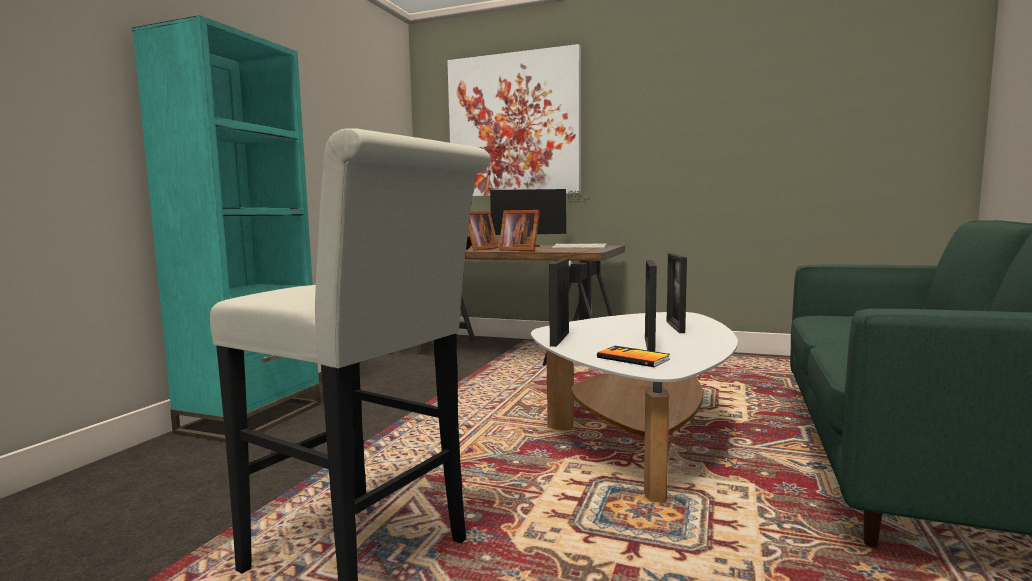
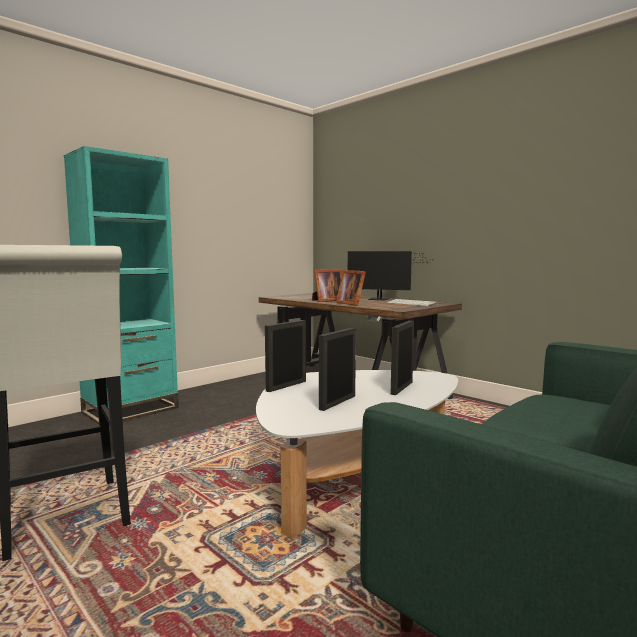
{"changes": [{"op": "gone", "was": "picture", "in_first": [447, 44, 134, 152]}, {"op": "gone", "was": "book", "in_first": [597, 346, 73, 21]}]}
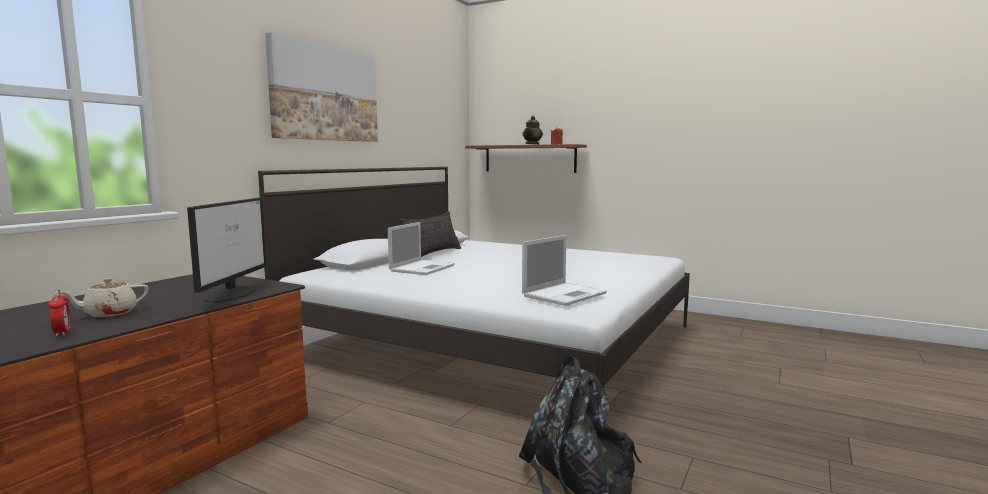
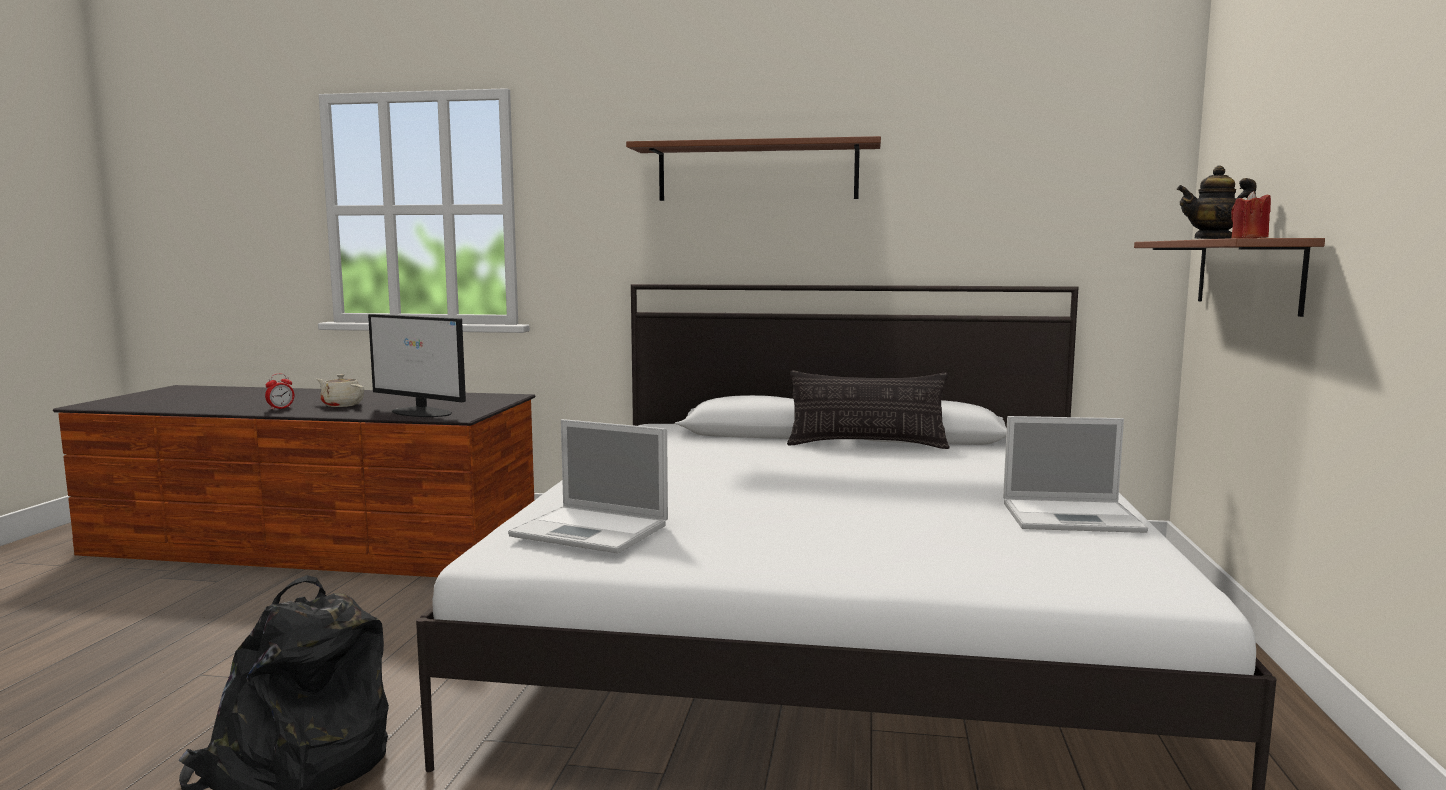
{"changes": [{"op": "rotated", "was": "monitor", "in_first": [187, 198, 79, 104], "in_second": [368, 314, 98, 103], "clockwise": 45}, {"op": "swapped", "was": "picture", "now": "shelf/brown", "in_first": [265, 32, 113, 110], "in_second": [626, 136, 255, 65]}, {"op": "shifted", "was": "laptop", "in_first": [388, 222, 66, 53], "in_second": [1003, 416, 145, 117]}]}
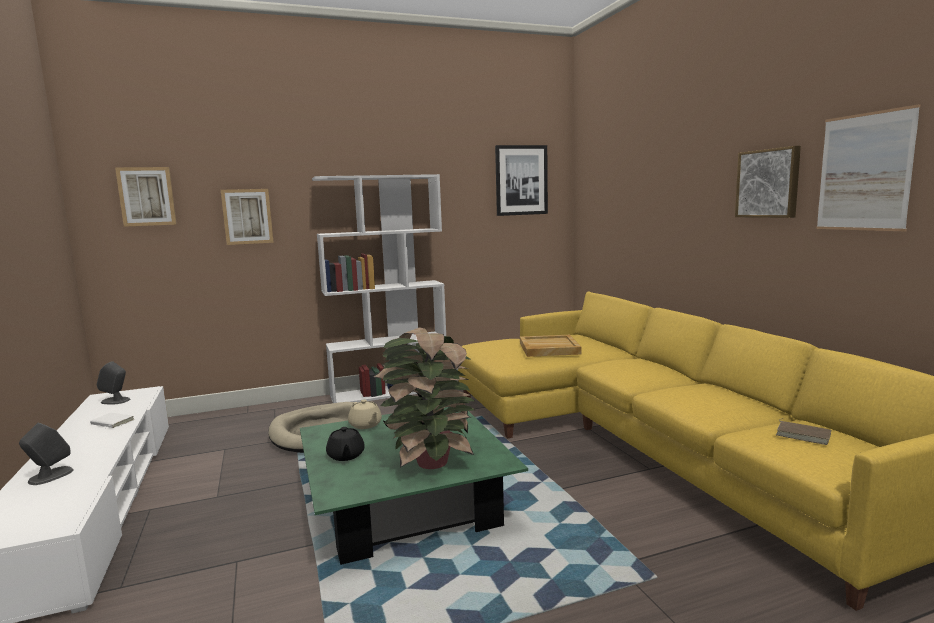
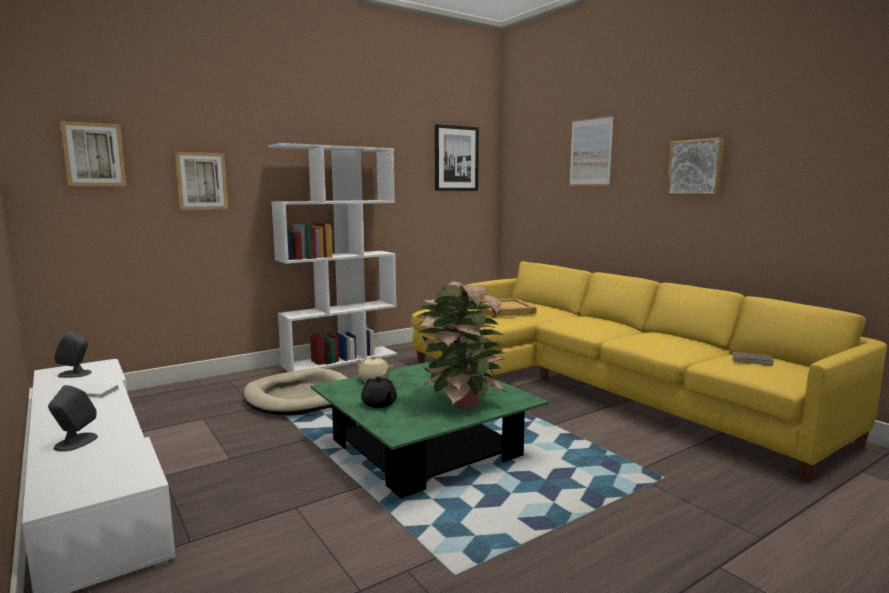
{"changes": [{"op": "shifted", "was": "picture", "in_first": [816, 104, 105, 127], "in_second": [569, 115, 45, 71]}]}
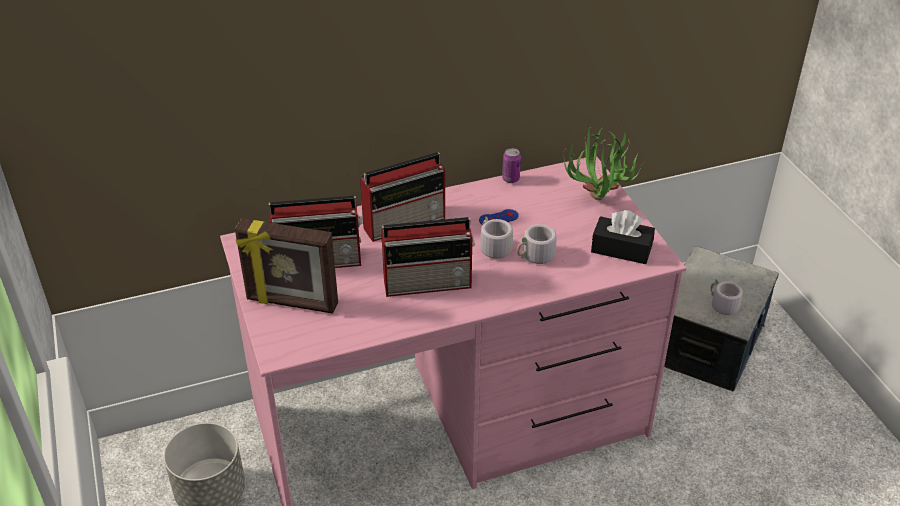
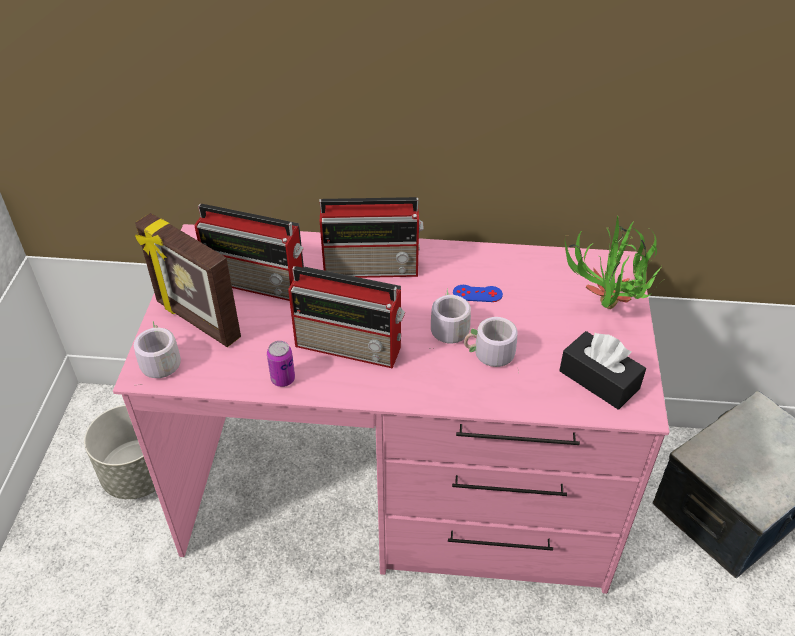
{"changes": [{"op": "shifted", "was": "mug/grey", "in_first": [710, 279, 33, 43], "in_second": [134, 321, 47, 64]}, {"op": "shifted", "was": "can", "in_first": [502, 148, 19, 35], "in_second": [267, 341, 28, 46]}]}
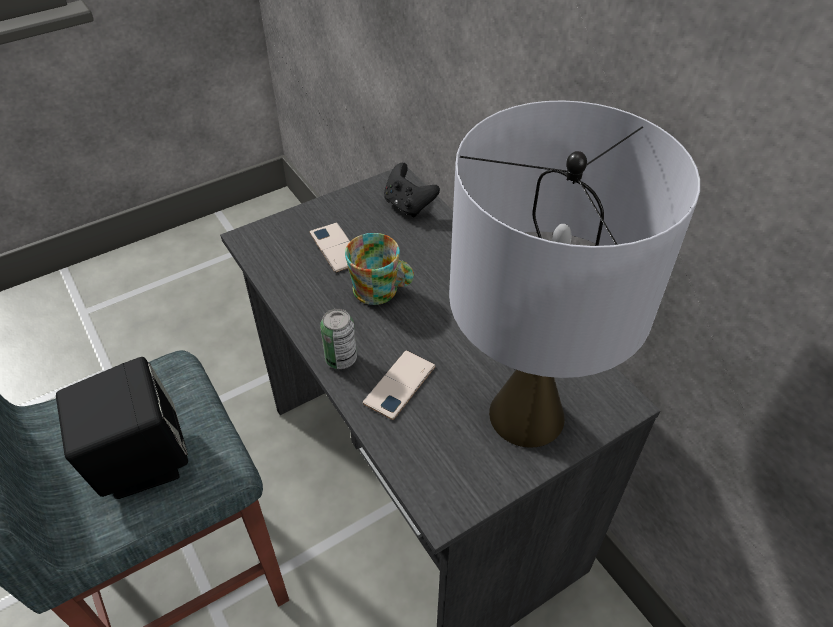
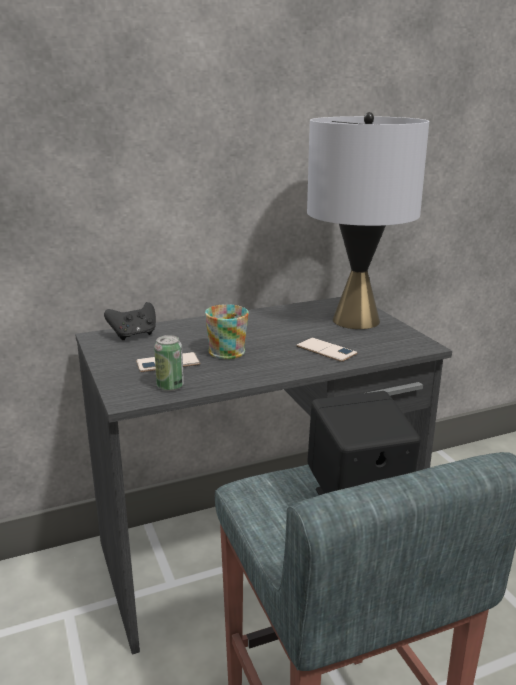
{"changes": [{"op": "shifted", "was": "can", "in_first": [320, 309, 37, 60], "in_second": [154, 335, 30, 56]}]}
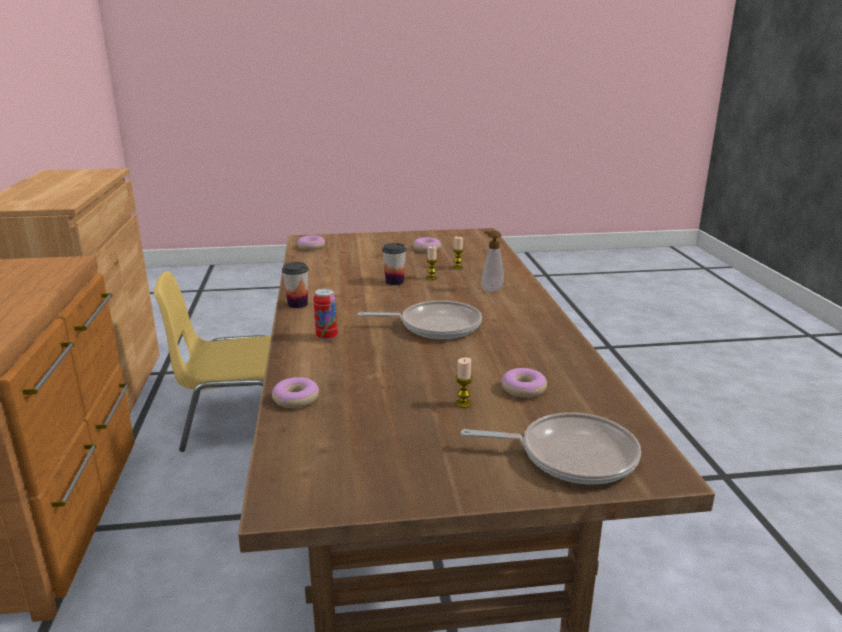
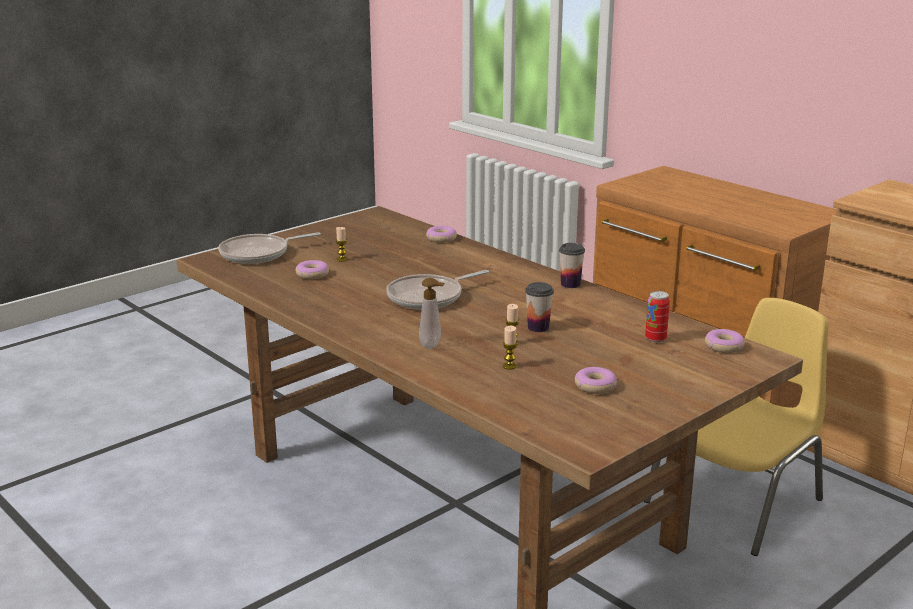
{"changes": [{"op": "shifted", "was": "can", "in_first": [314, 288, 24, 53], "in_second": [645, 291, 25, 52]}]}
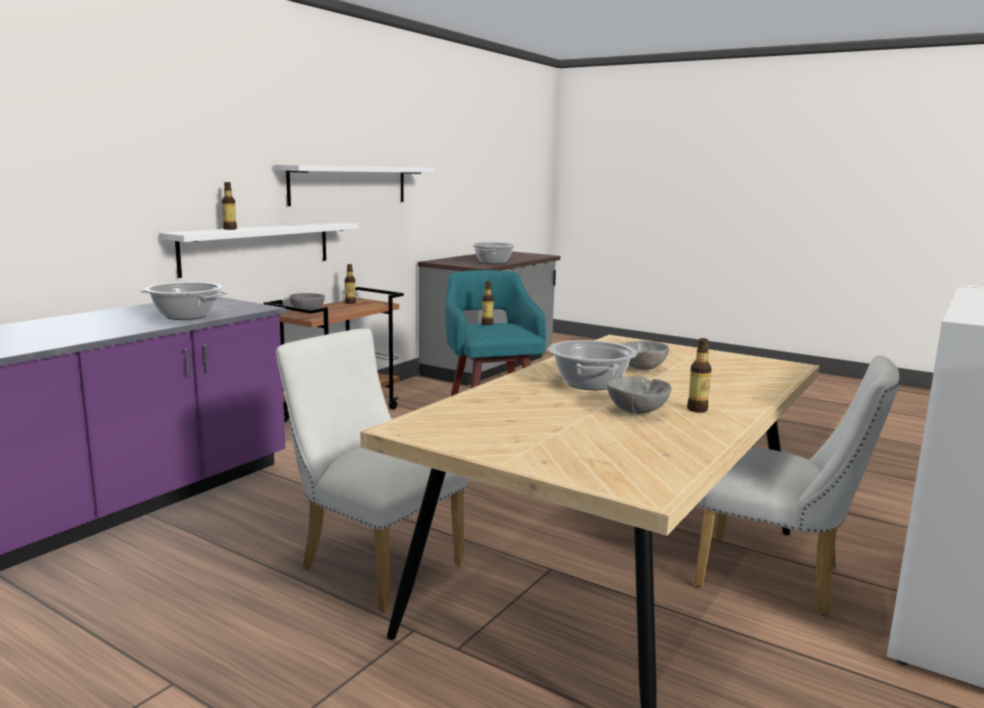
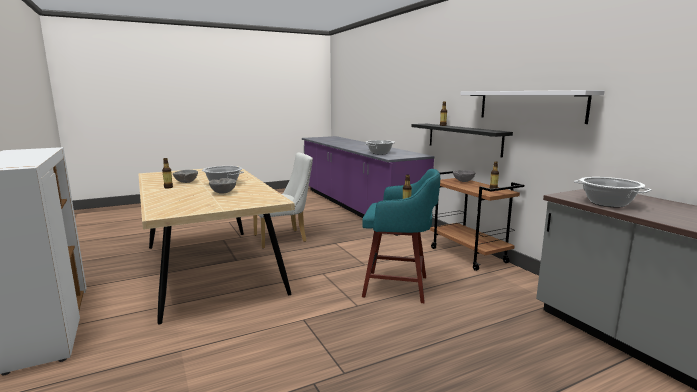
{"changes": [{"op": "repainted", "was": "shelf/white", "now": "shelf/black", "in_first": [159, 222, 200, 56], "in_second": [411, 124, 102, 34]}, {"op": "gone", "was": "chair/white", "in_first": [694, 355, 206, 261]}]}
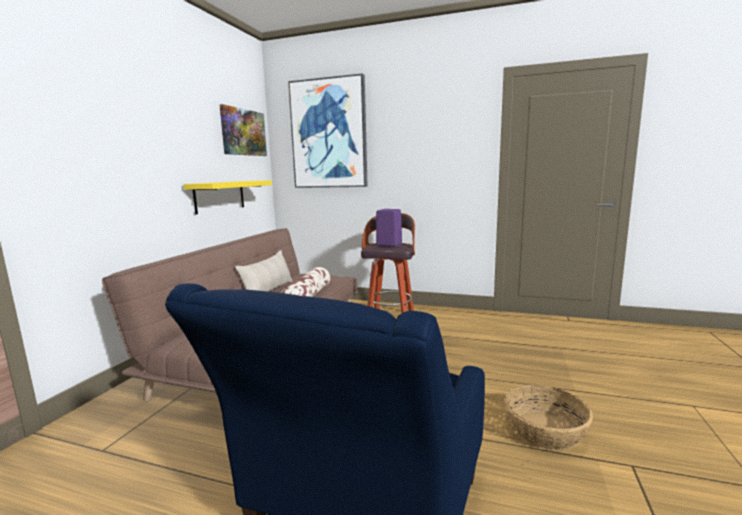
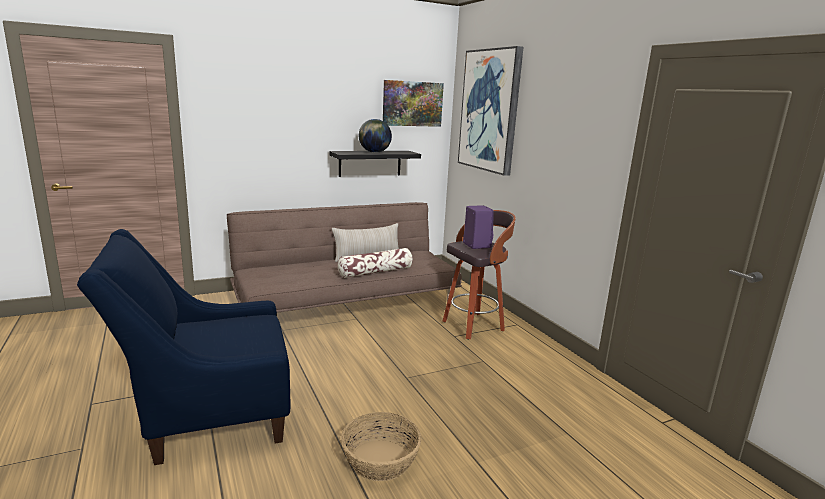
{"changes": [{"op": "repainted", "was": "shelf/yellow", "now": "shelf/black", "in_first": [183, 181, 89, 33], "in_second": [329, 151, 92, 26]}, {"op": "new", "now": "globe", "in_second": [359, 119, 33, 34]}]}
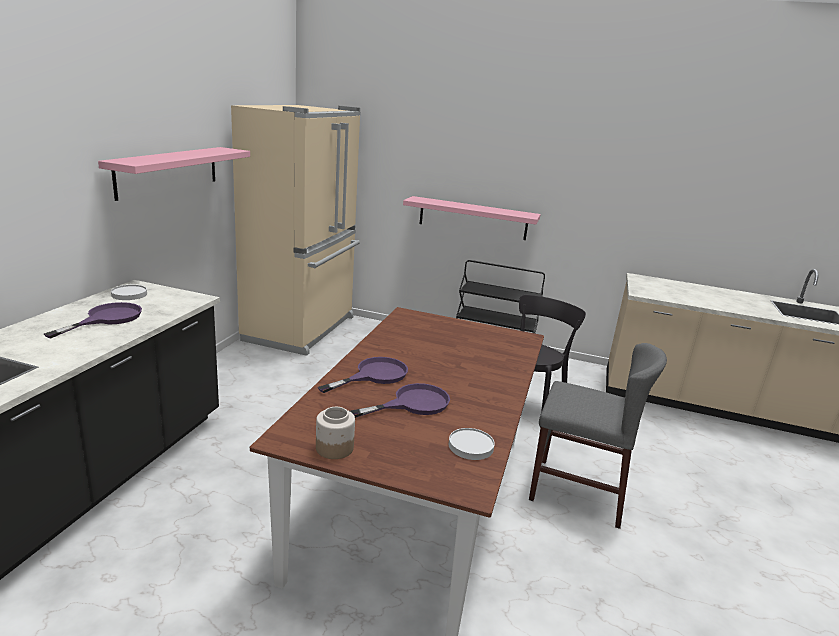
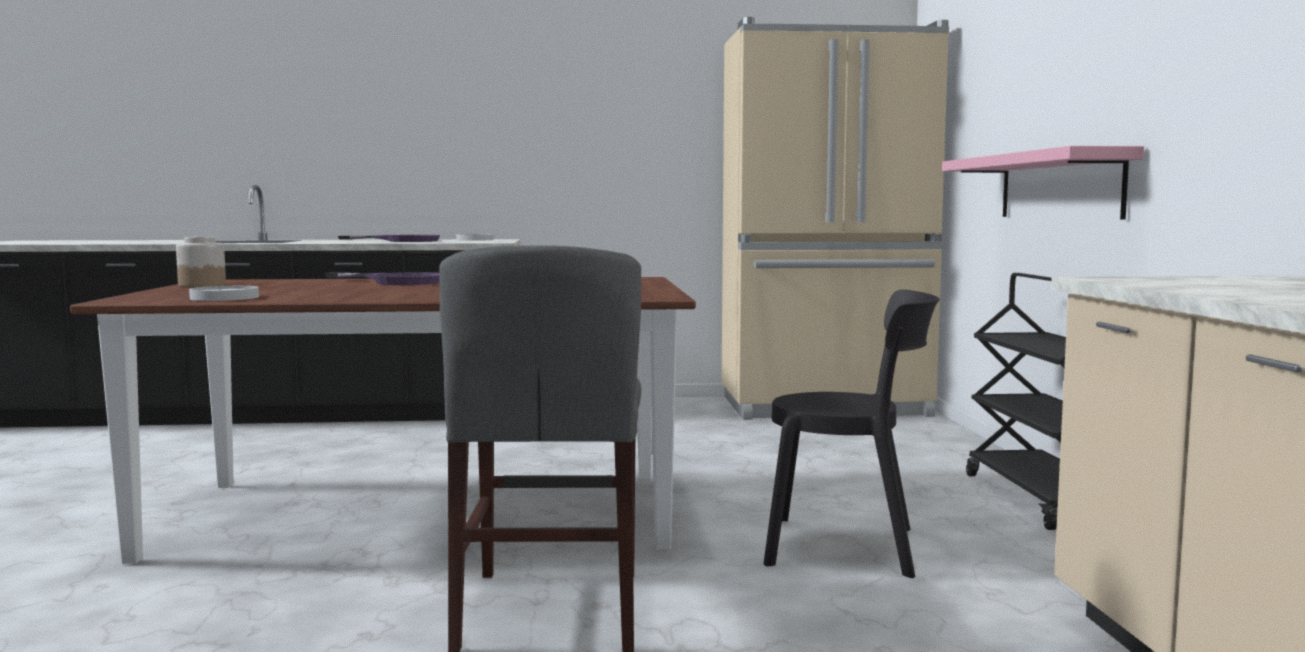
{"changes": [{"op": "gone", "was": "shelf/pink", "in_first": [98, 147, 152, 54]}, {"op": "gone", "was": "frying pan/purple", "in_first": [350, 383, 100, 35]}]}
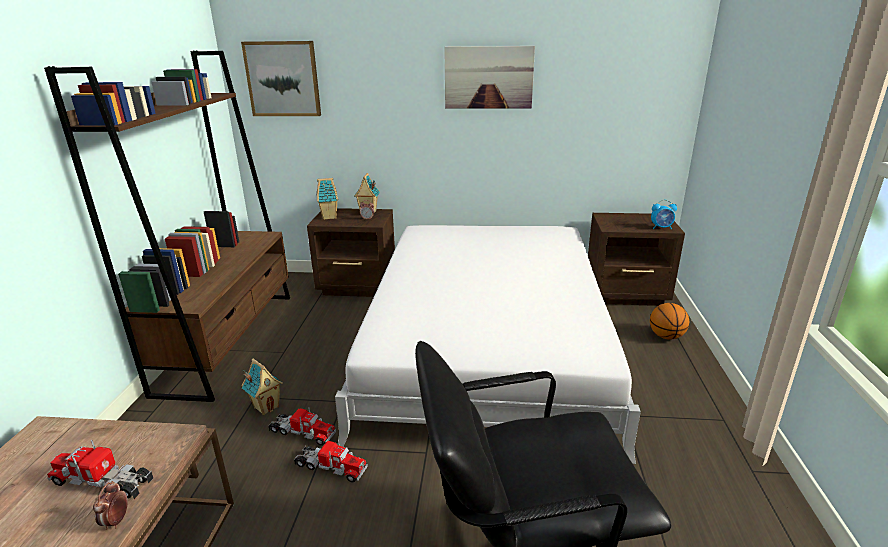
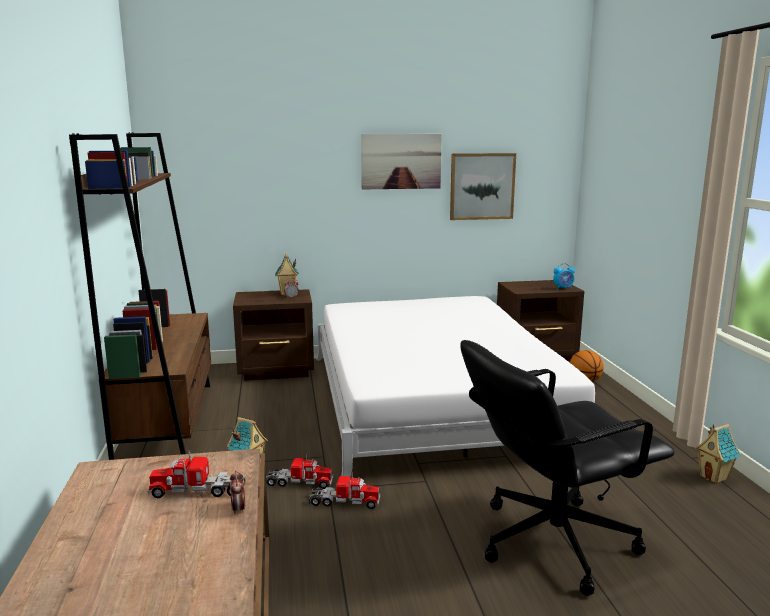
{"changes": [{"op": "shifted", "was": "picture", "in_first": [241, 41, 80, 75], "in_second": [450, 153, 66, 67]}, {"op": "shifted", "was": "toy house", "in_first": [317, 178, 21, 42], "in_second": [695, 424, 46, 60]}]}
